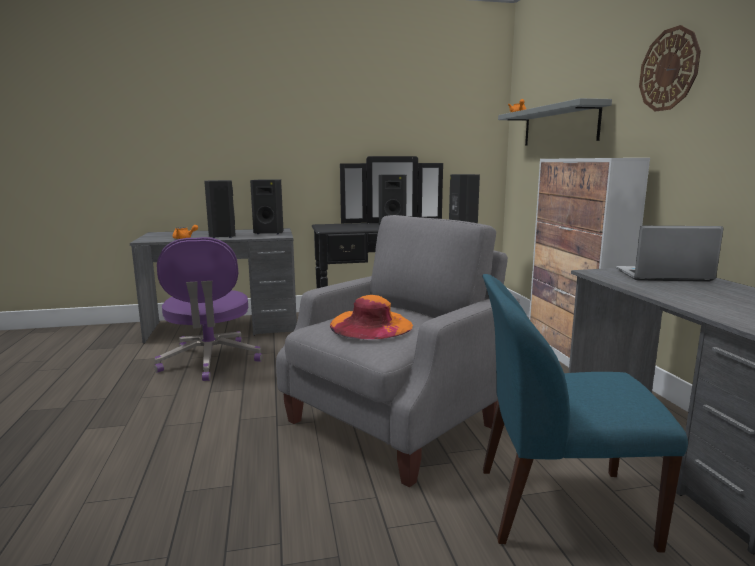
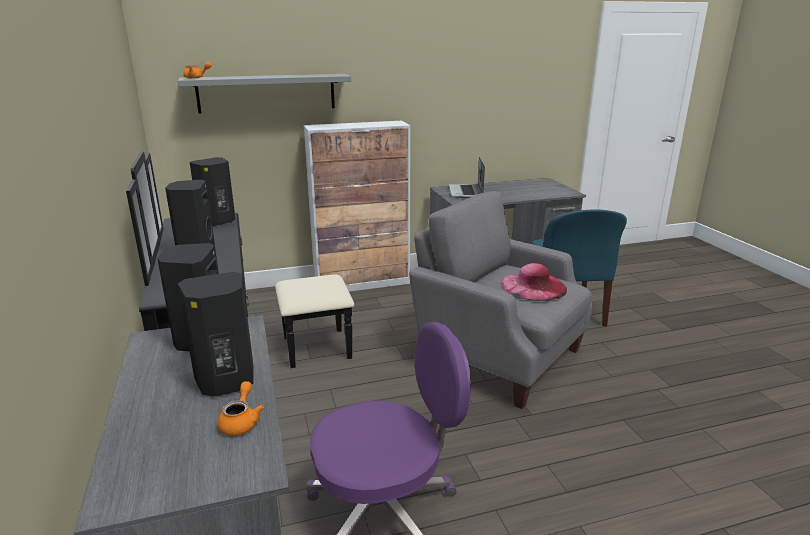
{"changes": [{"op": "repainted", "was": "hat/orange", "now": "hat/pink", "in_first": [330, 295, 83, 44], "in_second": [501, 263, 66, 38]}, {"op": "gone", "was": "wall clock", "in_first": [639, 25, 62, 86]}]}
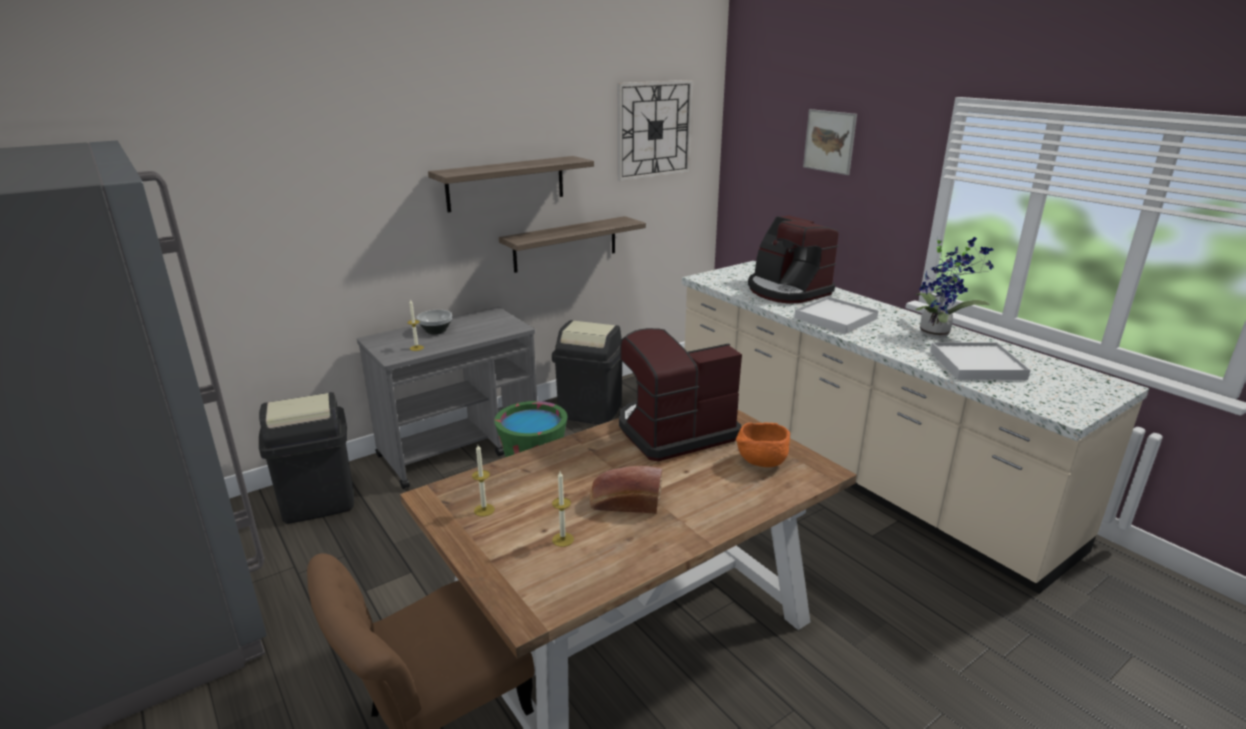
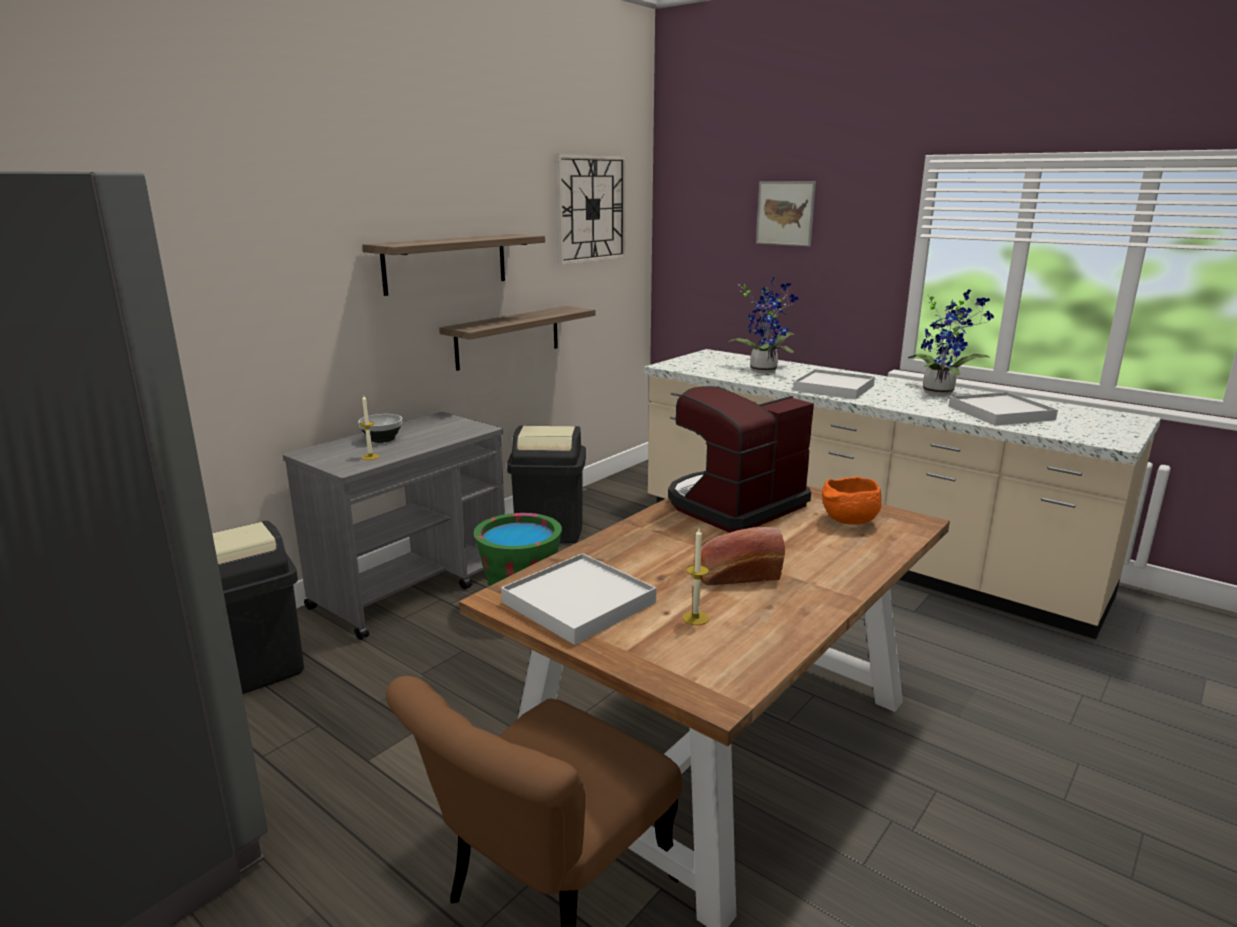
{"changes": [{"op": "swapped", "was": "candle", "now": "tray/white", "in_first": [472, 445, 23, 71], "in_second": [501, 553, 155, 92]}, {"op": "swapped", "was": "coffee machine", "now": "potted plant", "in_first": [748, 216, 91, 88], "in_second": [725, 277, 73, 96]}]}
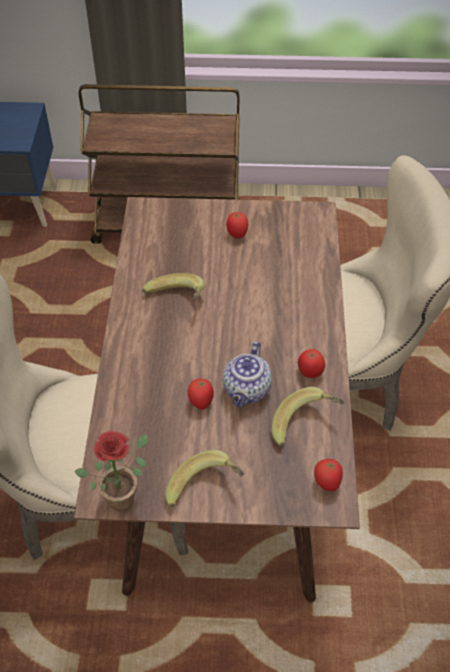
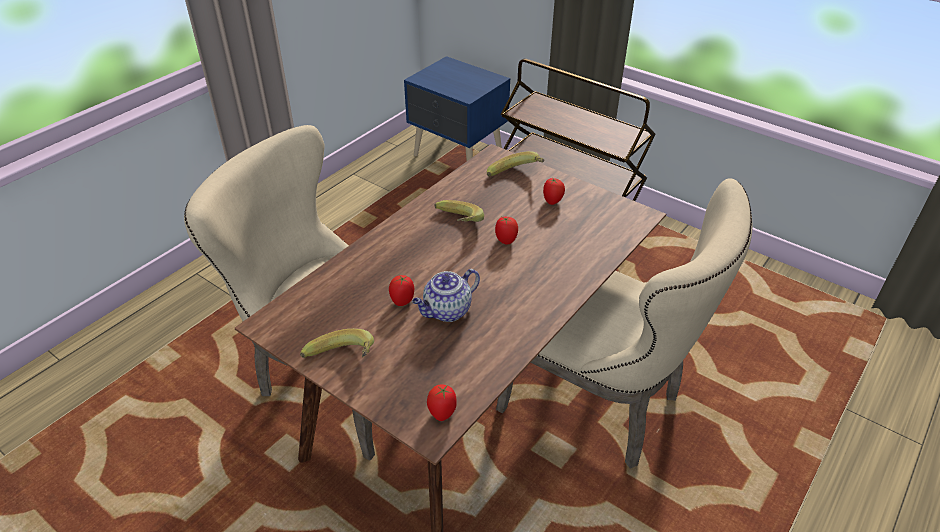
{"changes": [{"op": "shifted", "was": "banana", "in_first": [272, 387, 72, 60], "in_second": [487, 151, 58, 25]}, {"op": "shifted", "was": "tomato", "in_first": [298, 349, 27, 29], "in_second": [495, 217, 23, 28]}, {"op": "gone", "was": "potted plant", "in_first": [75, 431, 73, 80]}]}
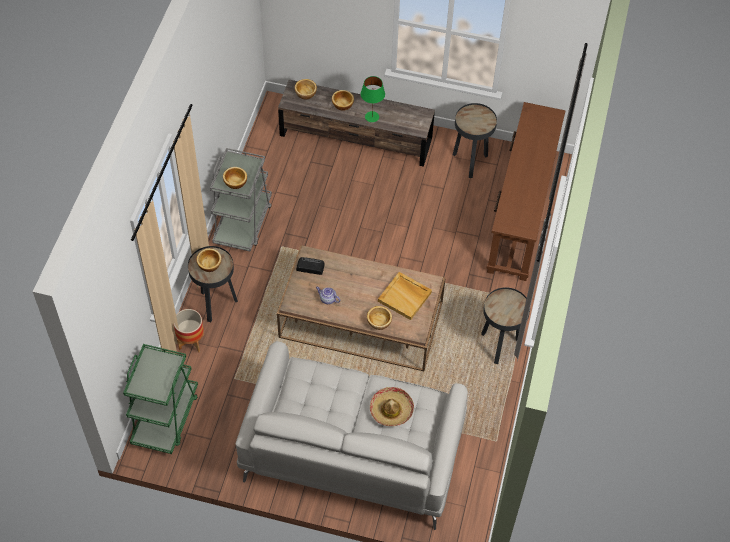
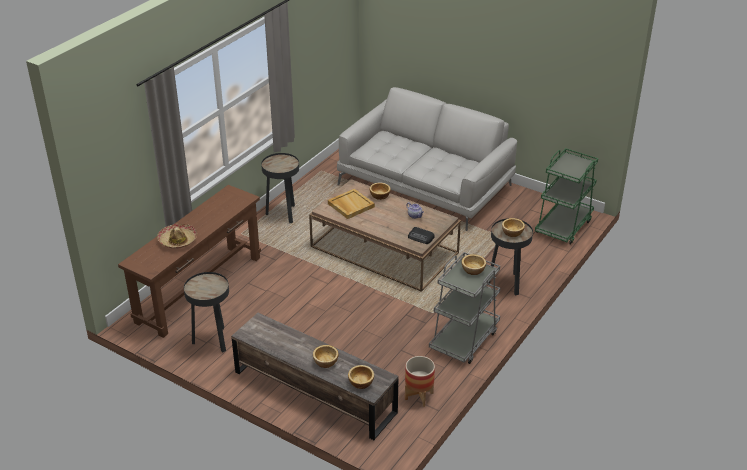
{"changes": [{"op": "shifted", "was": "hat", "in_first": [370, 387, 44, 39], "in_second": [157, 224, 40, 25]}, {"op": "shifted", "was": "planter", "in_first": [174, 309, 30, 44], "in_second": [405, 356, 30, 51]}, {"op": "gone", "was": "table lamp/green", "in_first": [361, 76, 24, 46]}]}
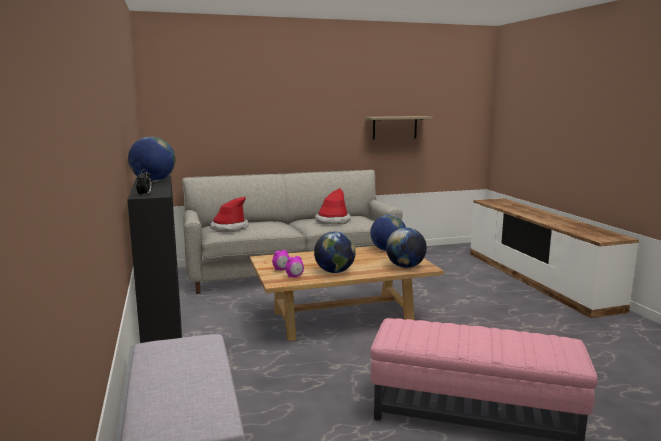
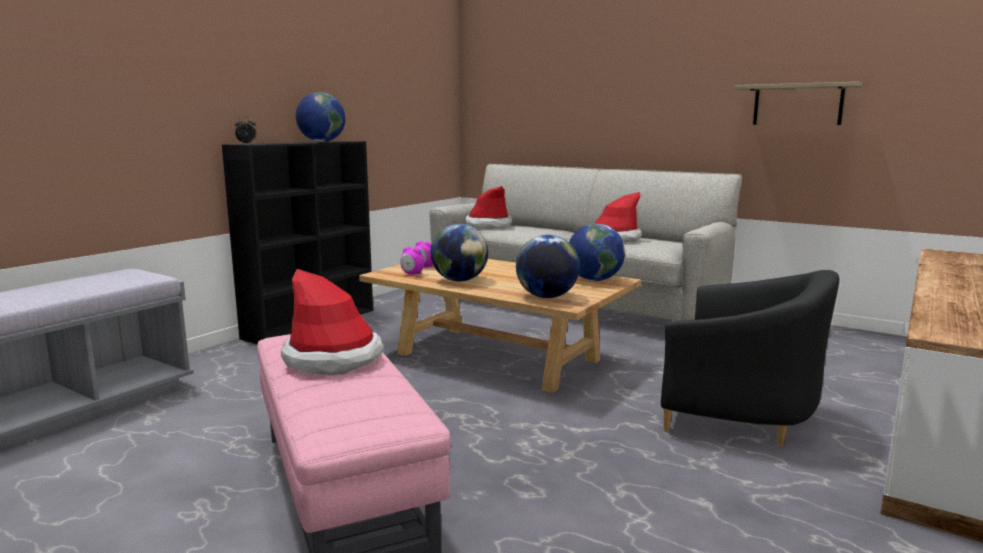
{"changes": [{"op": "new", "now": "hat", "in_second": [281, 269, 102, 106]}, {"op": "new", "now": "armchair/black", "in_second": [661, 270, 179, 176]}]}
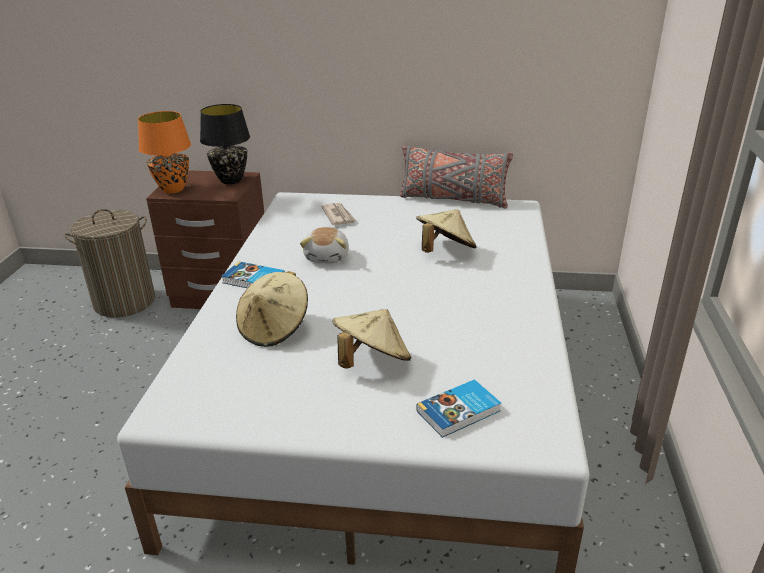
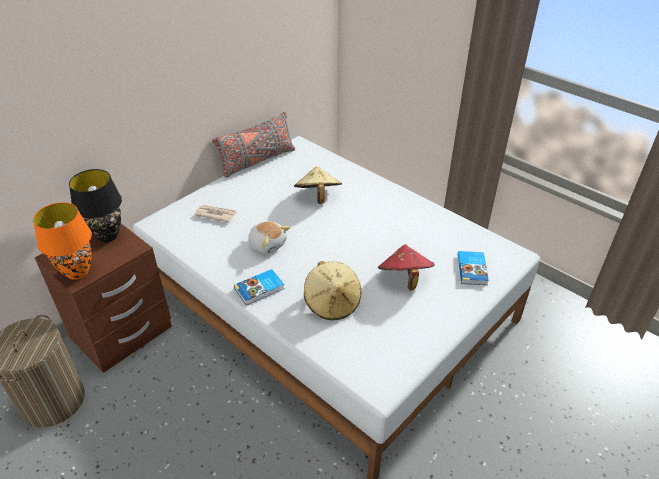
{"changes": [{"op": "repainted", "was": "hat/beige", "now": "hat/red", "in_first": [332, 309, 79, 60], "in_second": [378, 244, 57, 47]}]}
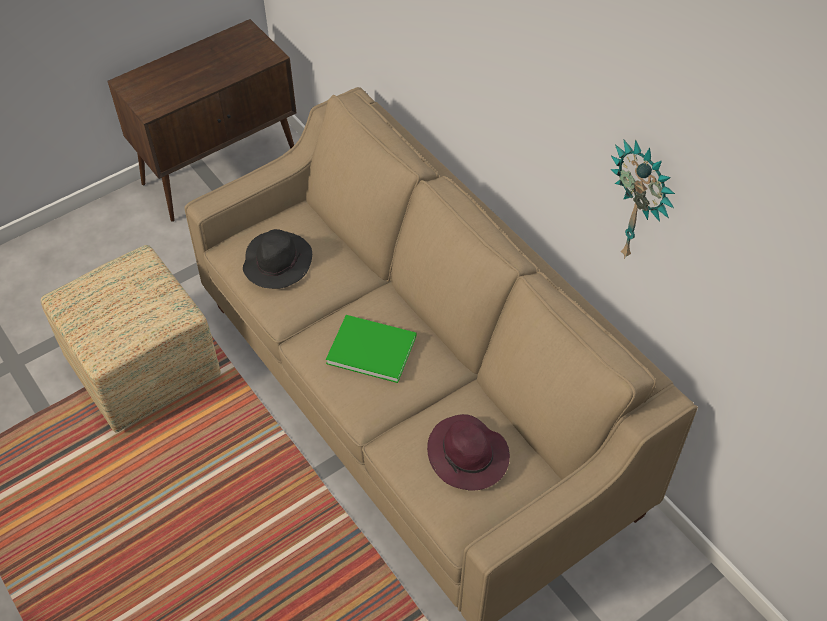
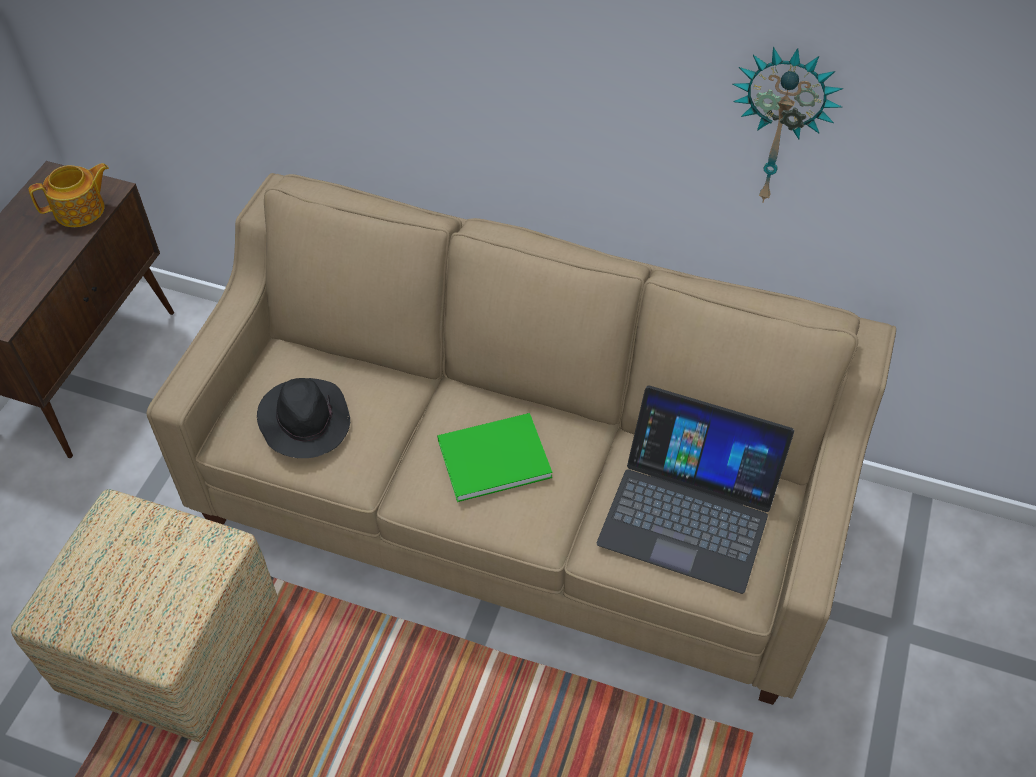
{"changes": [{"op": "new", "now": "teapot", "in_second": [29, 163, 80, 64]}, {"op": "swapped", "was": "hat/purple", "now": "laptop", "in_first": [427, 414, 83, 77], "in_second": [597, 386, 197, 208]}]}
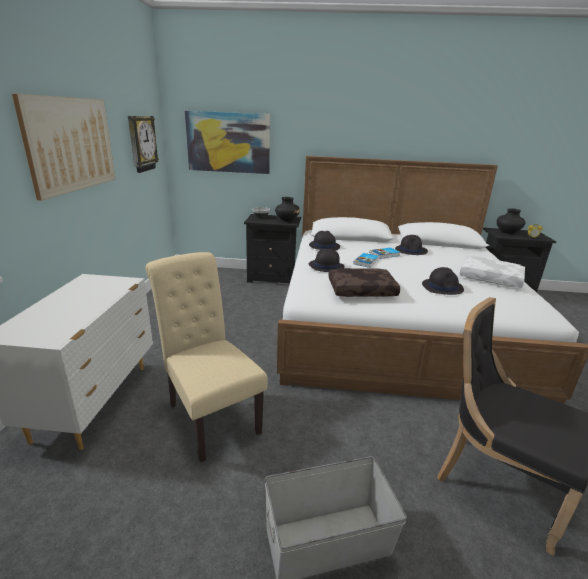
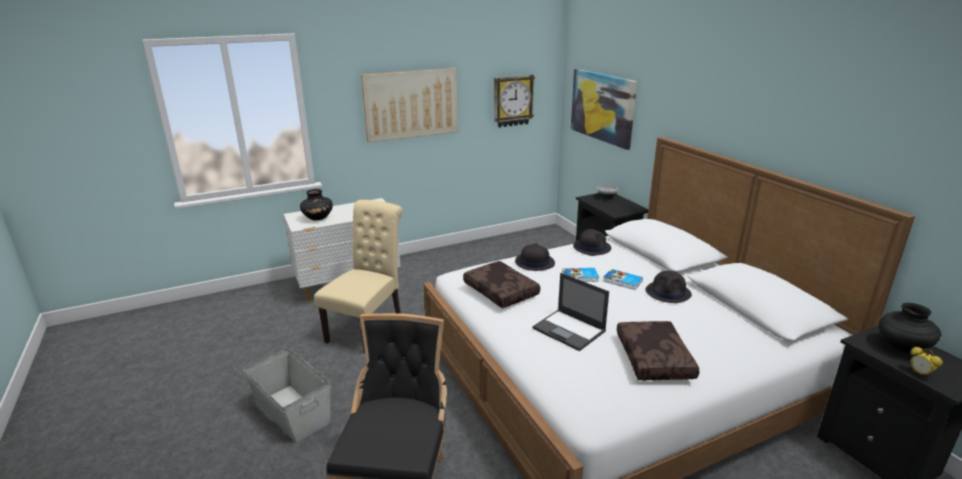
{"changes": [{"op": "shifted", "was": "vase/black", "in_first": [275, 197, 25, 24], "in_second": [300, 189, 33, 31]}, {"op": "swapped", "was": "hat/black", "now": "laptop", "in_first": [422, 267, 42, 28], "in_second": [532, 273, 77, 78]}, {"op": "repainted", "was": "pillow/white", "now": "pillow/brown", "in_first": [460, 256, 65, 32], "in_second": [617, 321, 83, 59]}]}
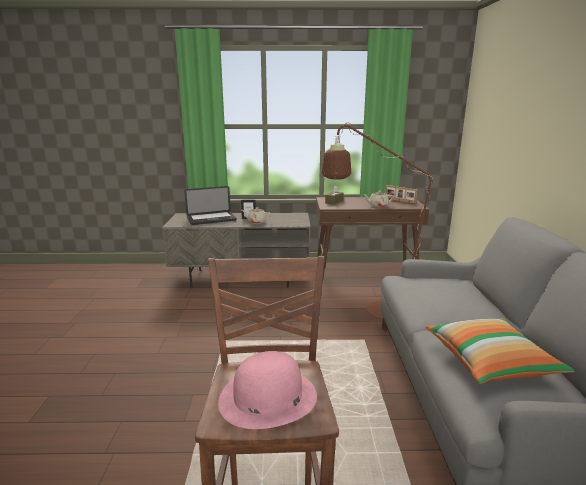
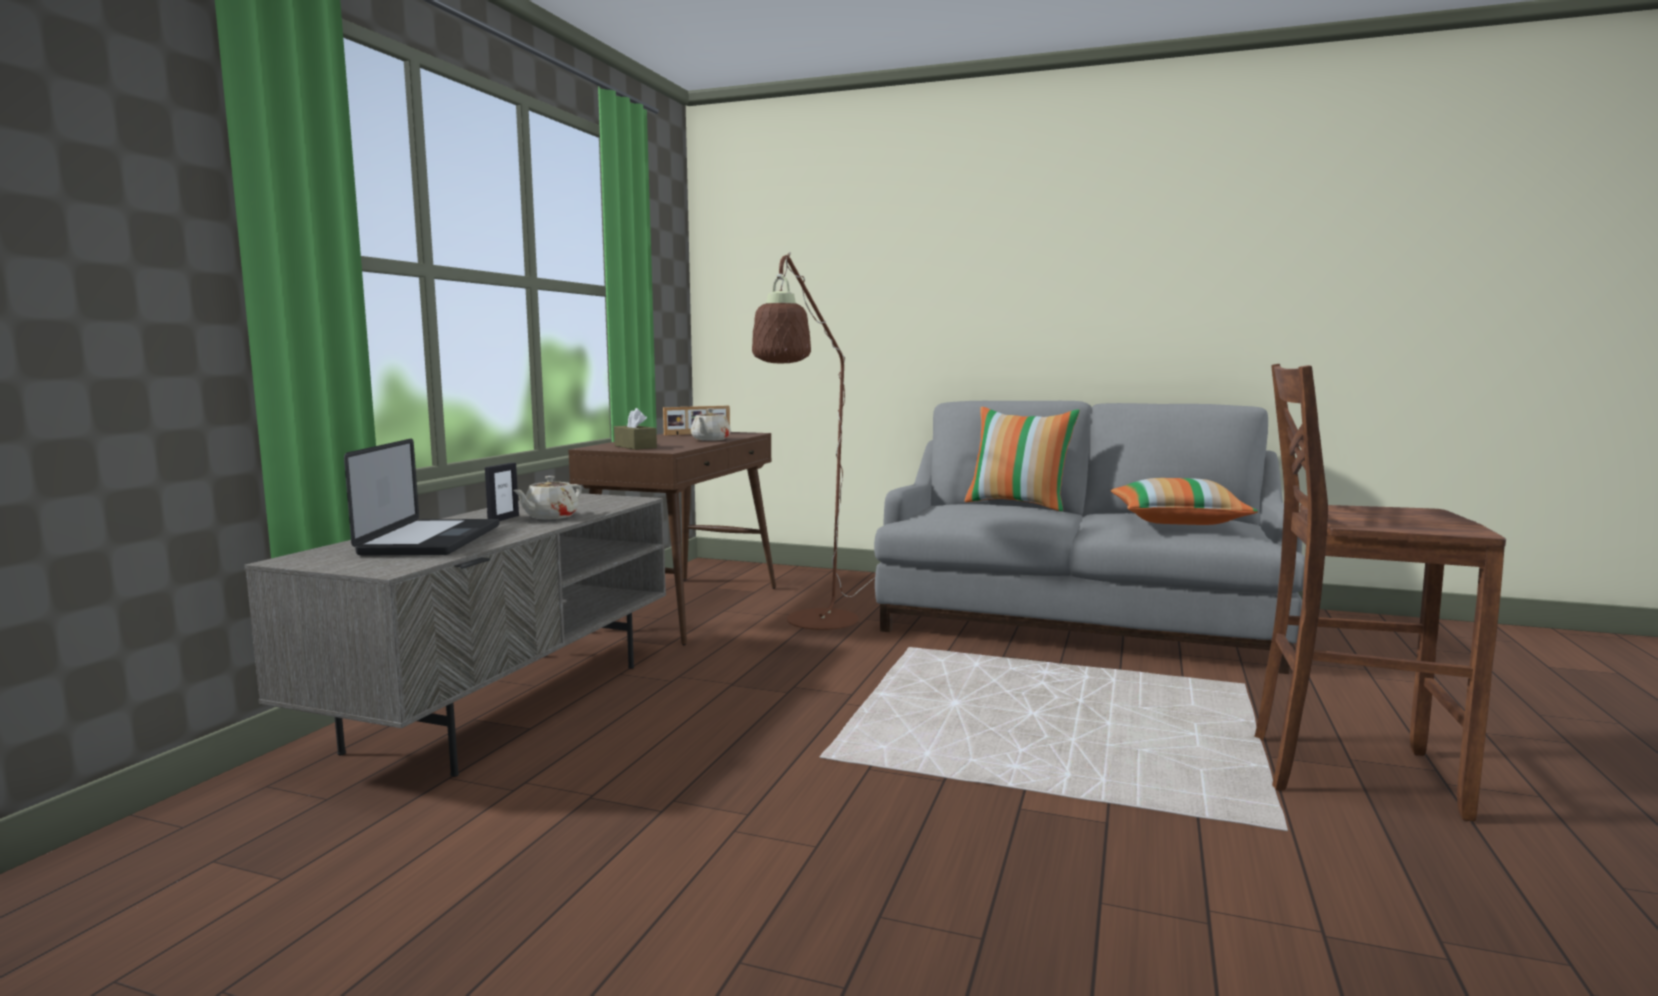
{"changes": [{"op": "new", "now": "pillow", "in_second": [964, 407, 116, 104]}, {"op": "gone", "was": "hat/pink", "in_first": [218, 351, 99, 78]}]}
